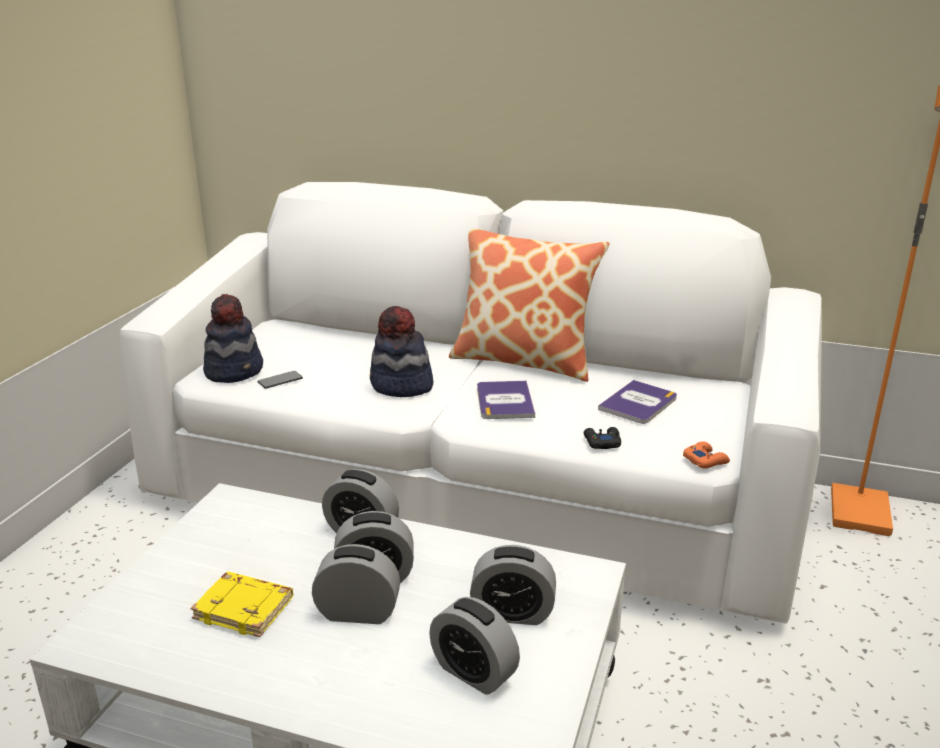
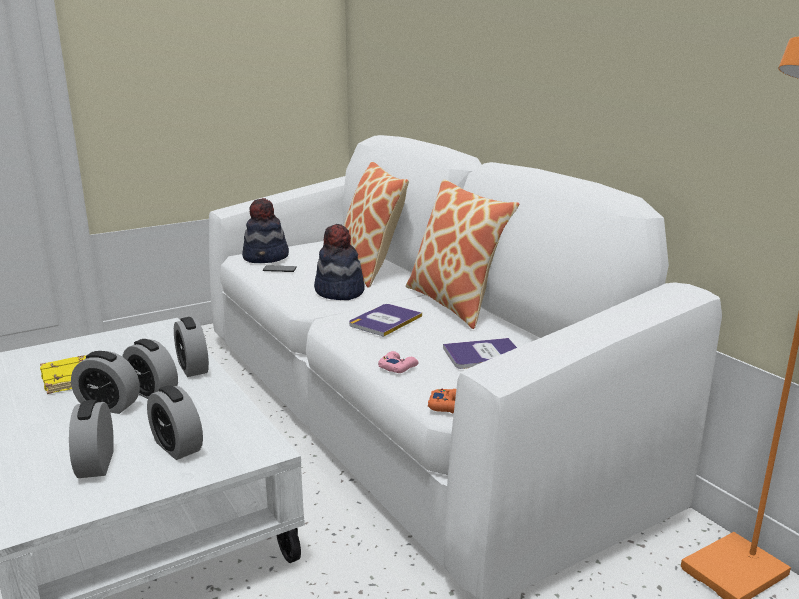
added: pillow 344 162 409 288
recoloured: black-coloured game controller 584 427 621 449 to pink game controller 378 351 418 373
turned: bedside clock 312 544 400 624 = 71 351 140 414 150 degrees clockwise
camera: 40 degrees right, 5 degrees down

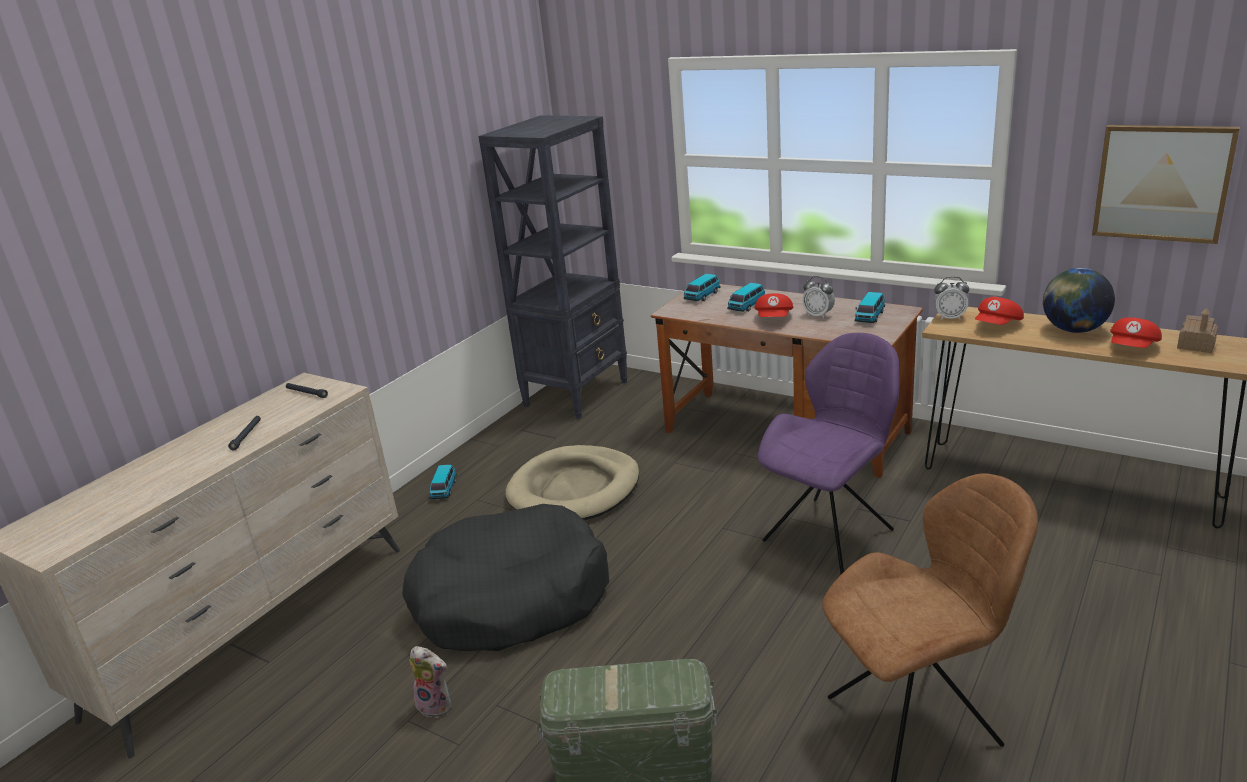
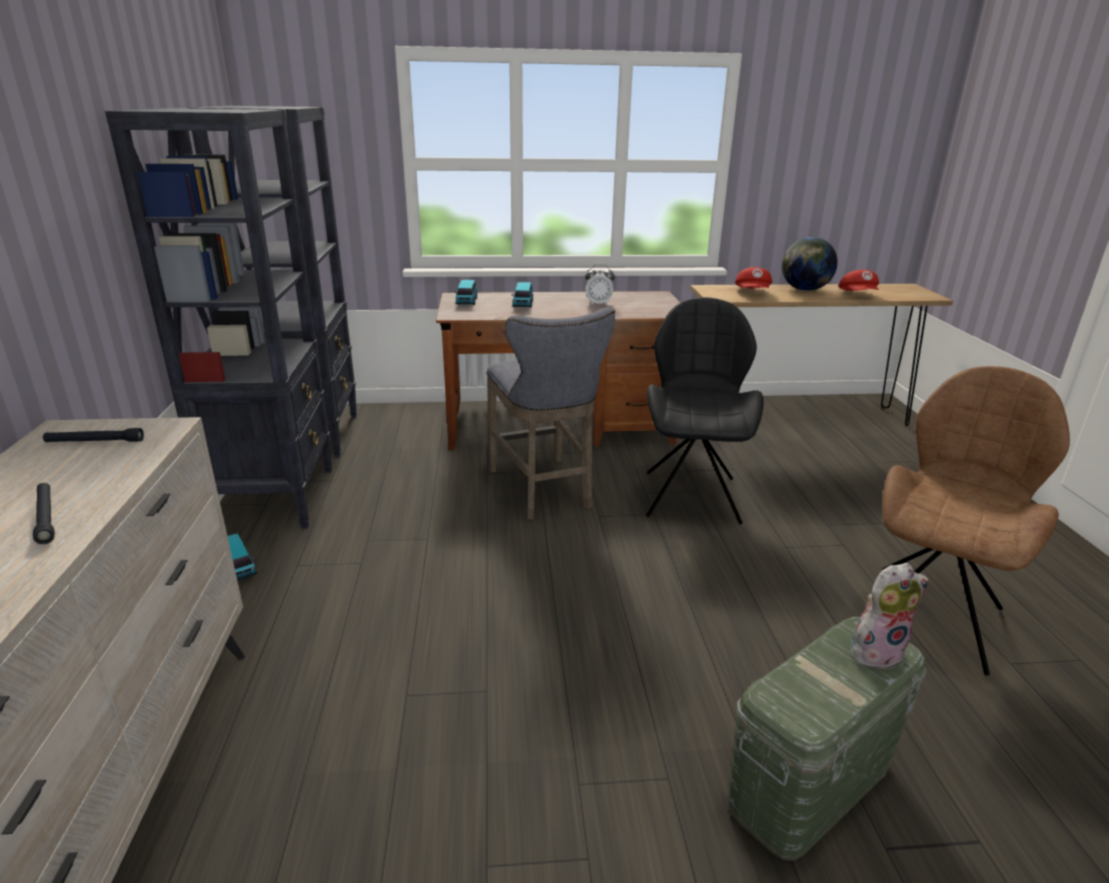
removed: black-coloured pet bed 402 504 609 651; beige-coloured pet bed 505 445 639 520; red cap 755 293 793 317; miniature car 854 292 885 323; bedside clock 934 276 969 320; picture 1092 125 1240 244; miniature house 1177 308 1218 353
added: black-coloured shelving unit 105 108 332 529; grey stool 486 307 615 519
moved: cuddly toy 410 646 451 718 to 851 563 929 670
recoloured: purple upright chair 757 333 899 574 to black-coloured upright chair 646 297 764 524
camera: 40 degrees left, 0 degrees up

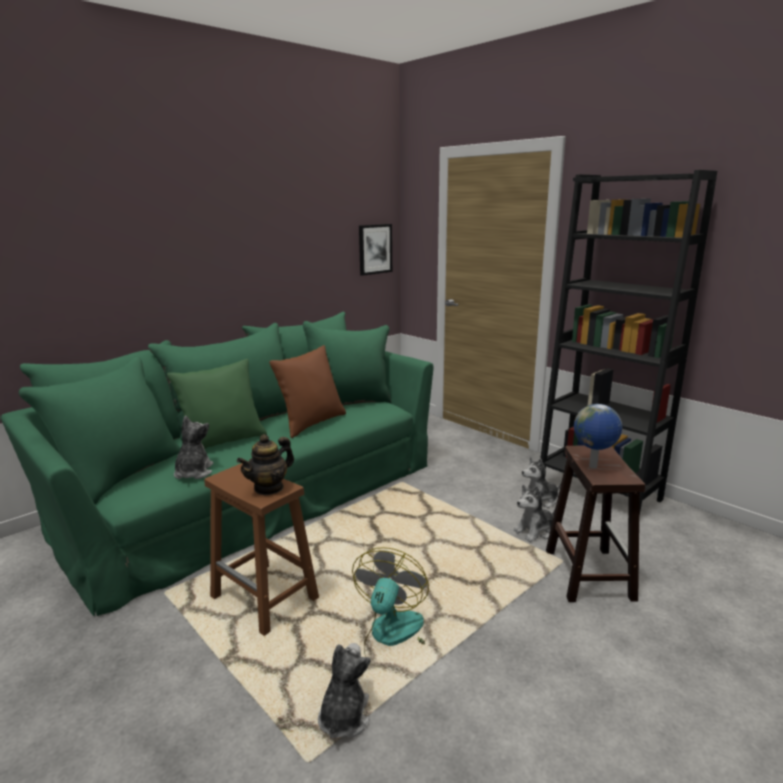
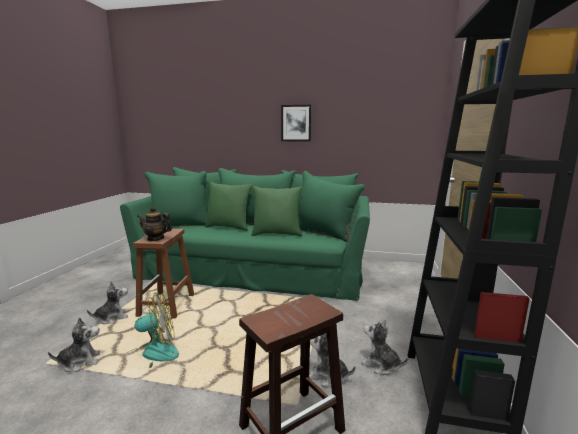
removed: world globe 574 404 622 468
moved: cuddly toy 174 416 213 479 to 87 281 128 324; picture 359 224 392 276 to 281 105 312 142
recoloured: brownish pillow 269 345 346 438 to green pillow 251 186 302 236
camera: 55 degrees right, 5 degrees down

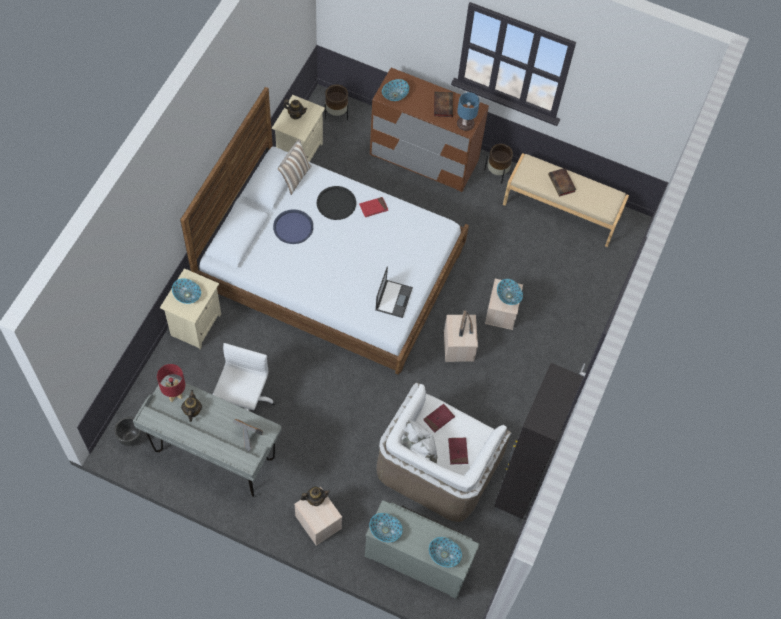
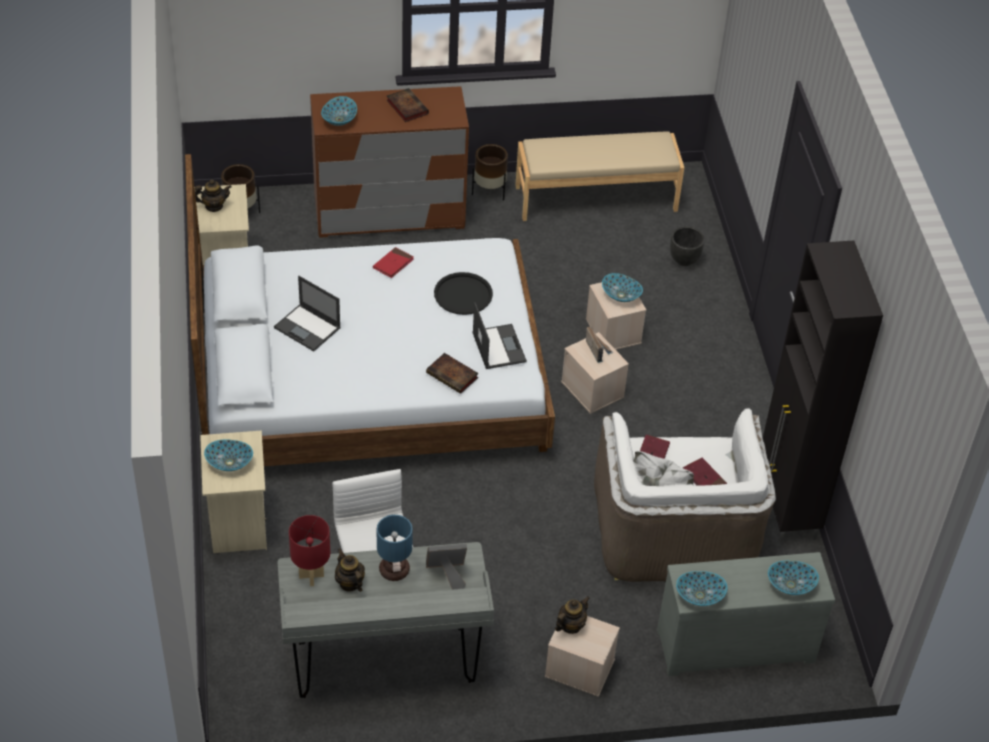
removed: pillow 277 140 311 195
moved: lamp for a table 457 92 480 131 to 377 515 413 581; bound book 548 168 576 197 to 426 353 479 394; black-coloured serving tray 317 186 356 220 to 434 272 493 315; black-coloured flower pot 114 417 142 446 to 670 226 705 266
replaced: blue serving tray 273 209 313 244 to portable computer 274 276 341 351
camera: 30 degrees left, 15 degrees down

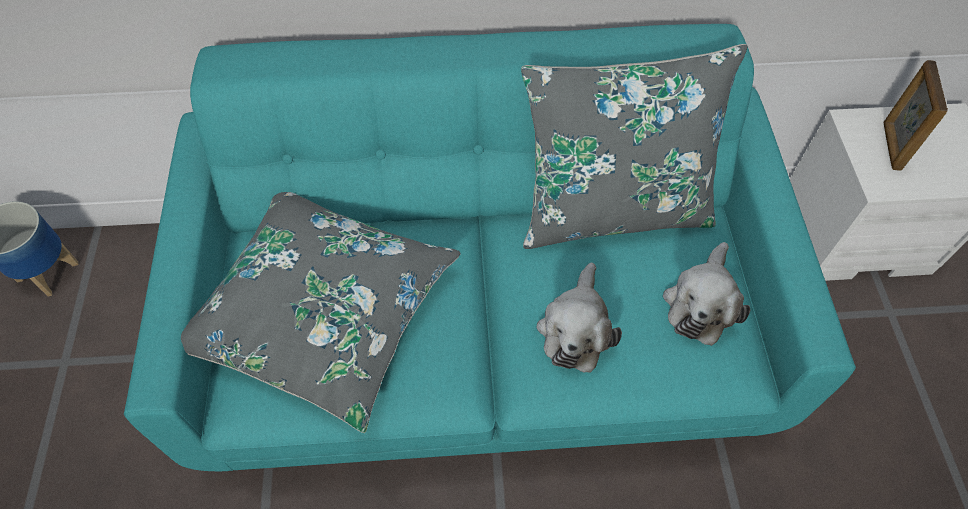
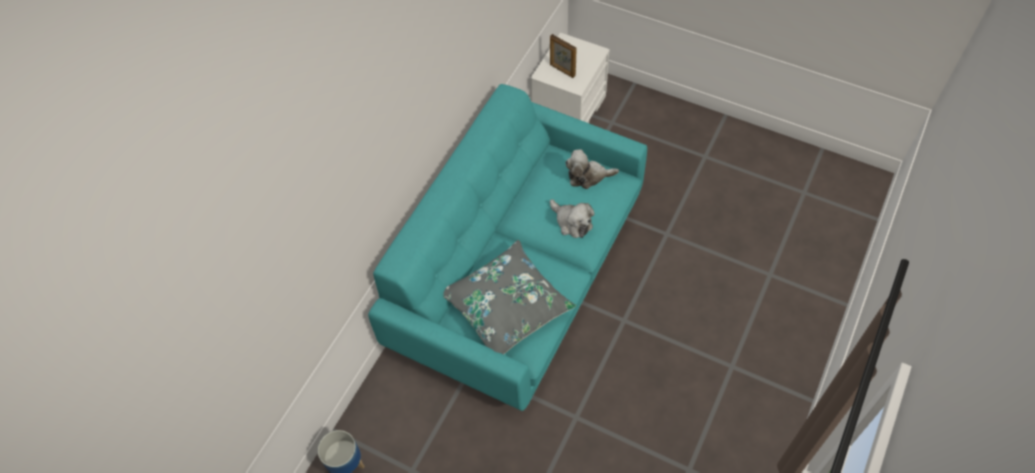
removed: grey pillow 521 44 748 249
turned: cuddly toy 663 242 750 346 = 565 149 619 189 120 degrees clockwise
camera: 55 degrees left, 0 degrees up

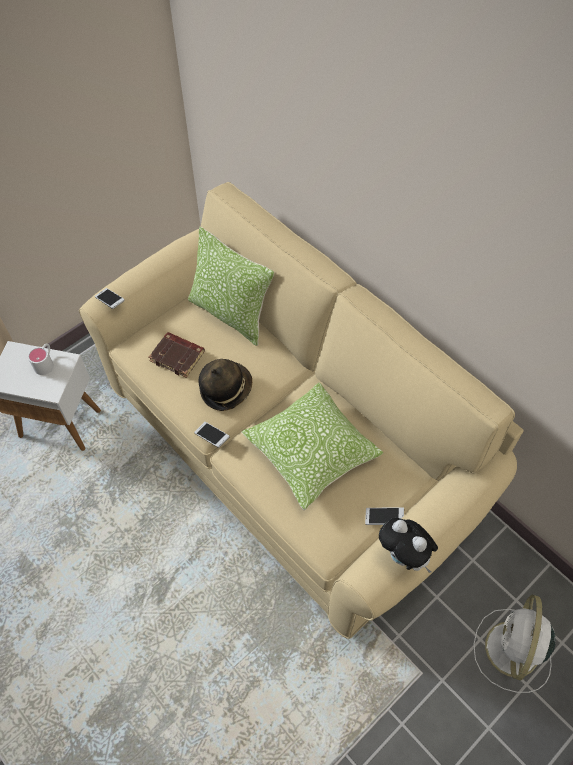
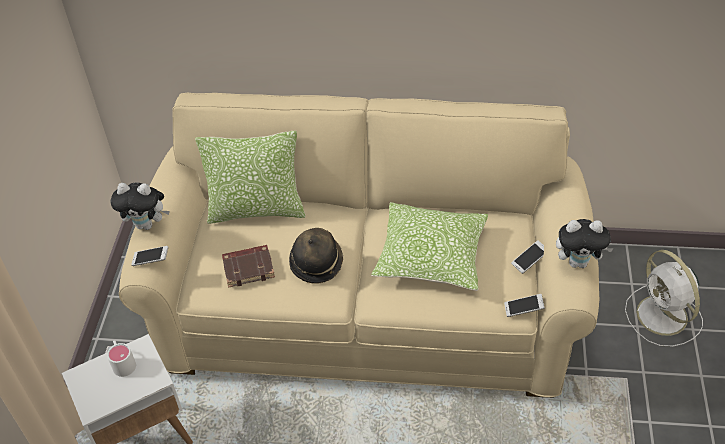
added: cuddly toy 111 183 170 230
moved: handset 194 422 230 448 to 504 294 545 317
camera: 40 degrees left, 10 degrees down

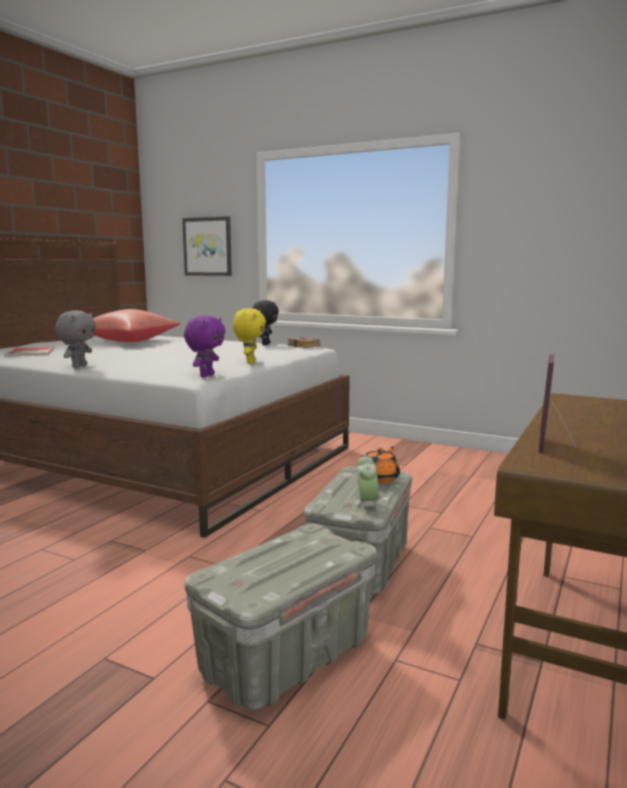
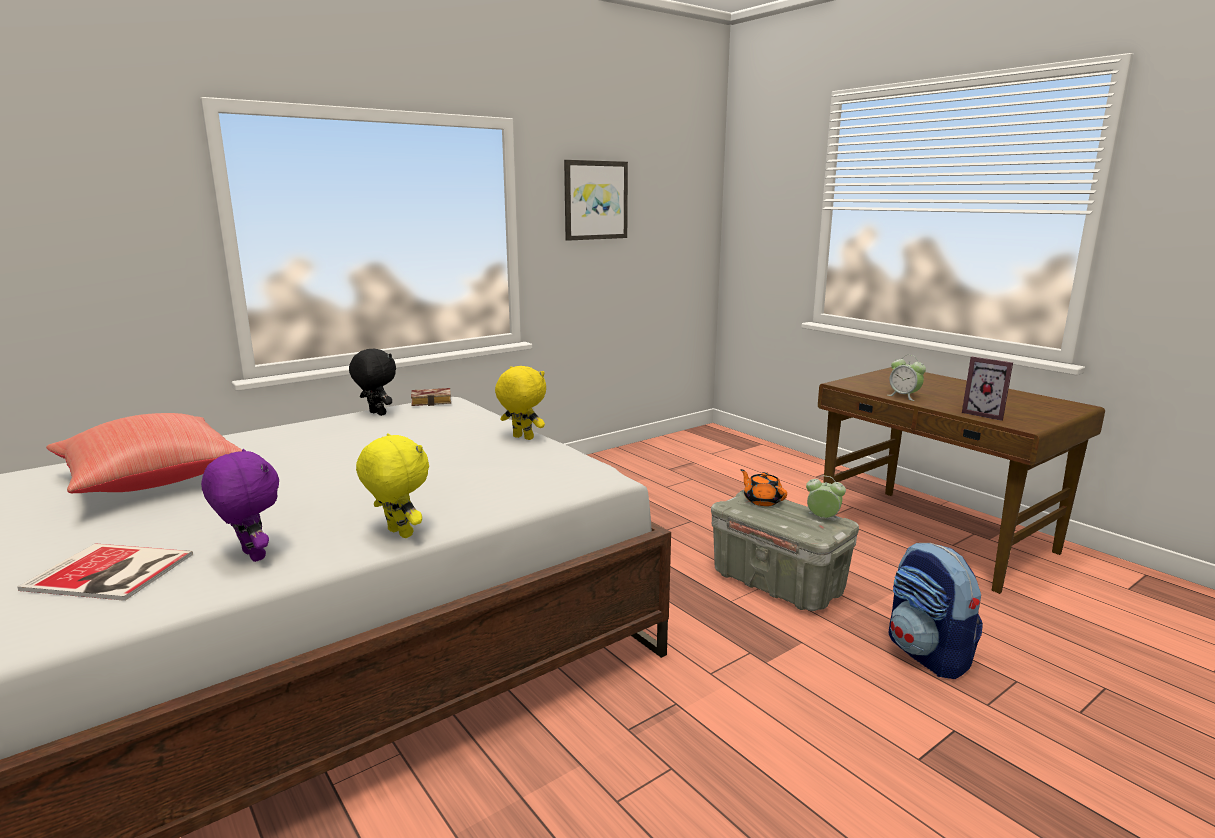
added: bedside clock 888 355 926 401
moved: purple cuddly toy 184 315 225 377 to 201 449 279 562; picture 182 216 232 276 to 564 160 628 241
replaced: grey storage box 184 524 377 710 to rucksack 888 543 983 679
recoloured: grey cuddly toy 55 311 96 368 to yellow-coloured cuddly toy 356 433 429 538
camera: 65 degrees left, 5 degrees up

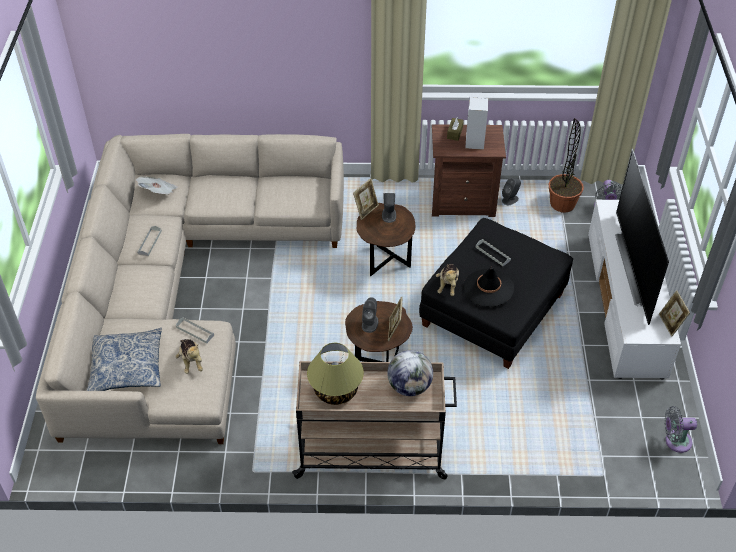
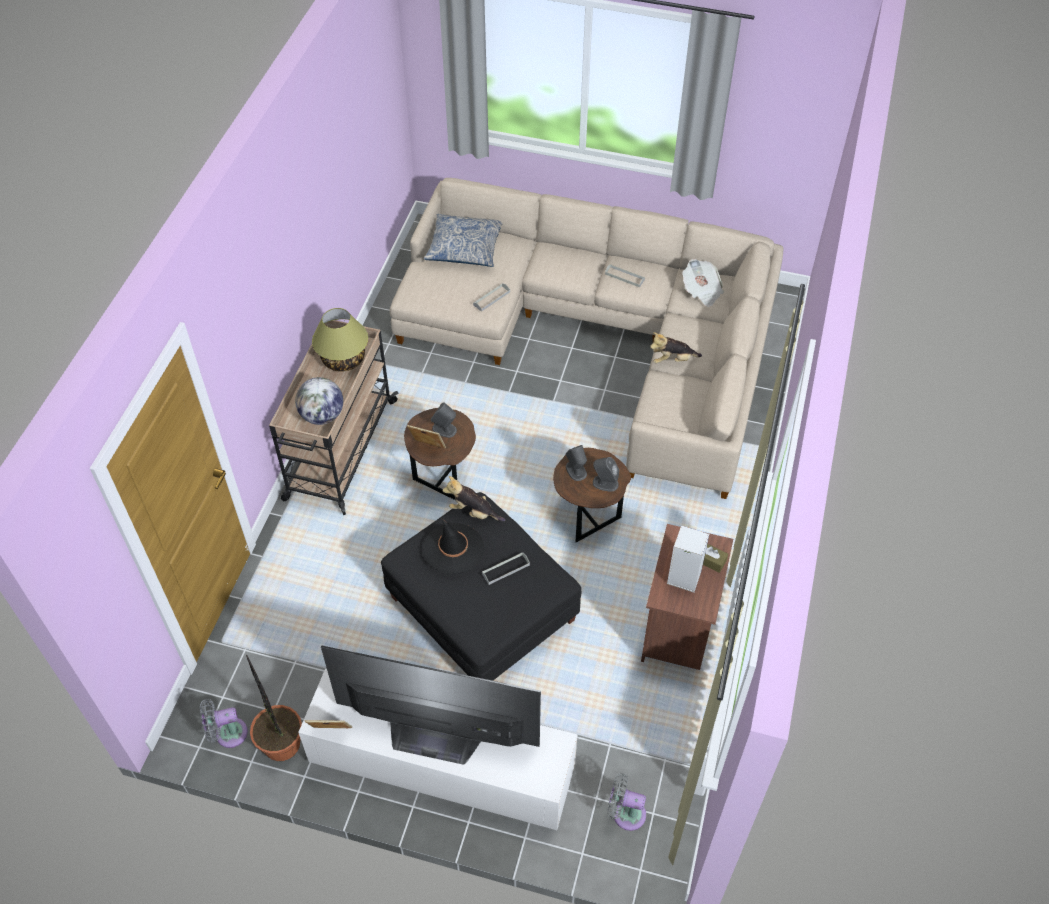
removed: standing frame 353 178 379 220
moved: plant in a pot 549 118 584 213 to 246 655 302 761; grey audio speaker 502 178 521 206 to 566 445 587 481; cuddly toy 175 339 203 374 to 650 332 702 363
turned: grey electric fan 665 406 697 453 = 200 699 248 748 120 degrees counterclockwise
camera: 105 degrees right, 5 degrees up

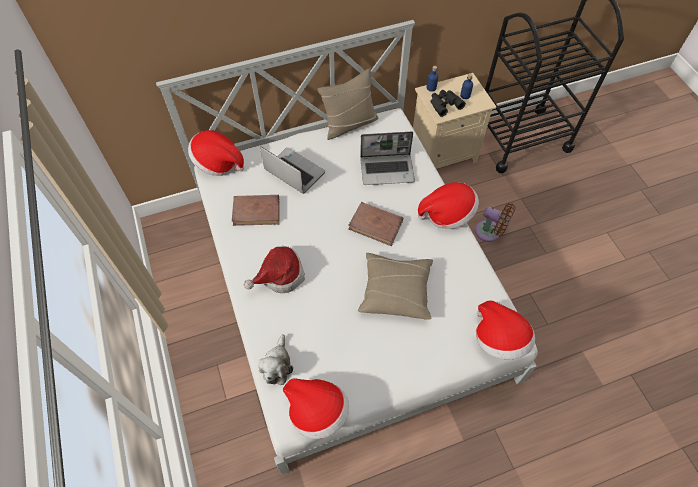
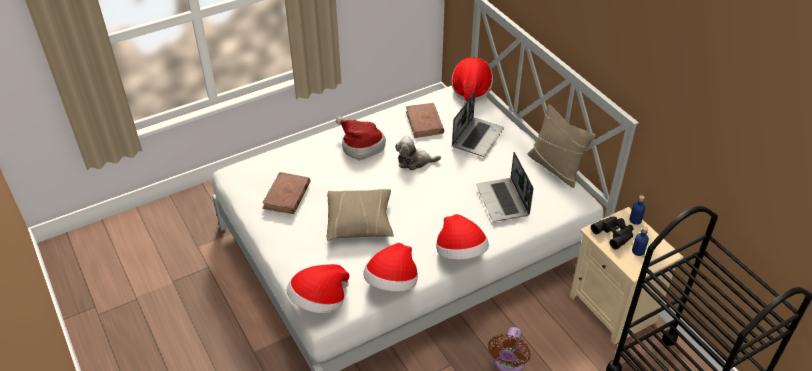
moved: brownish bound book 348 202 403 246 to 262 172 310 214; clothing hat 283 378 349 439 to 363 243 418 292; cuddly toy 259 334 293 385 to 395 136 441 170
camera: 80 degrees right, 15 degrees down

